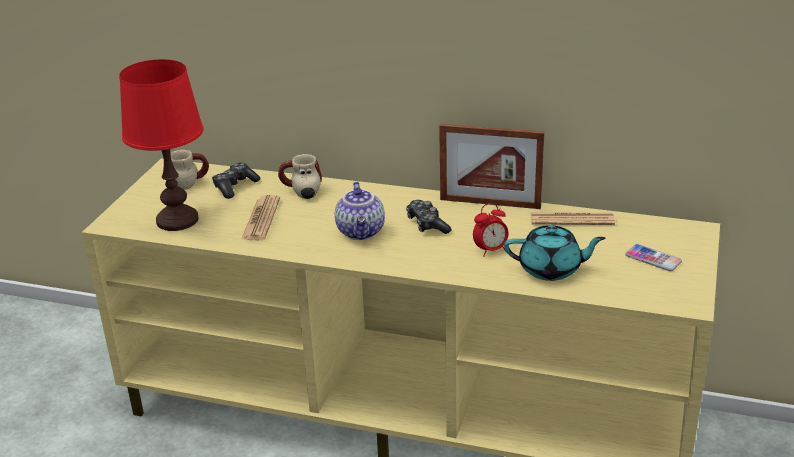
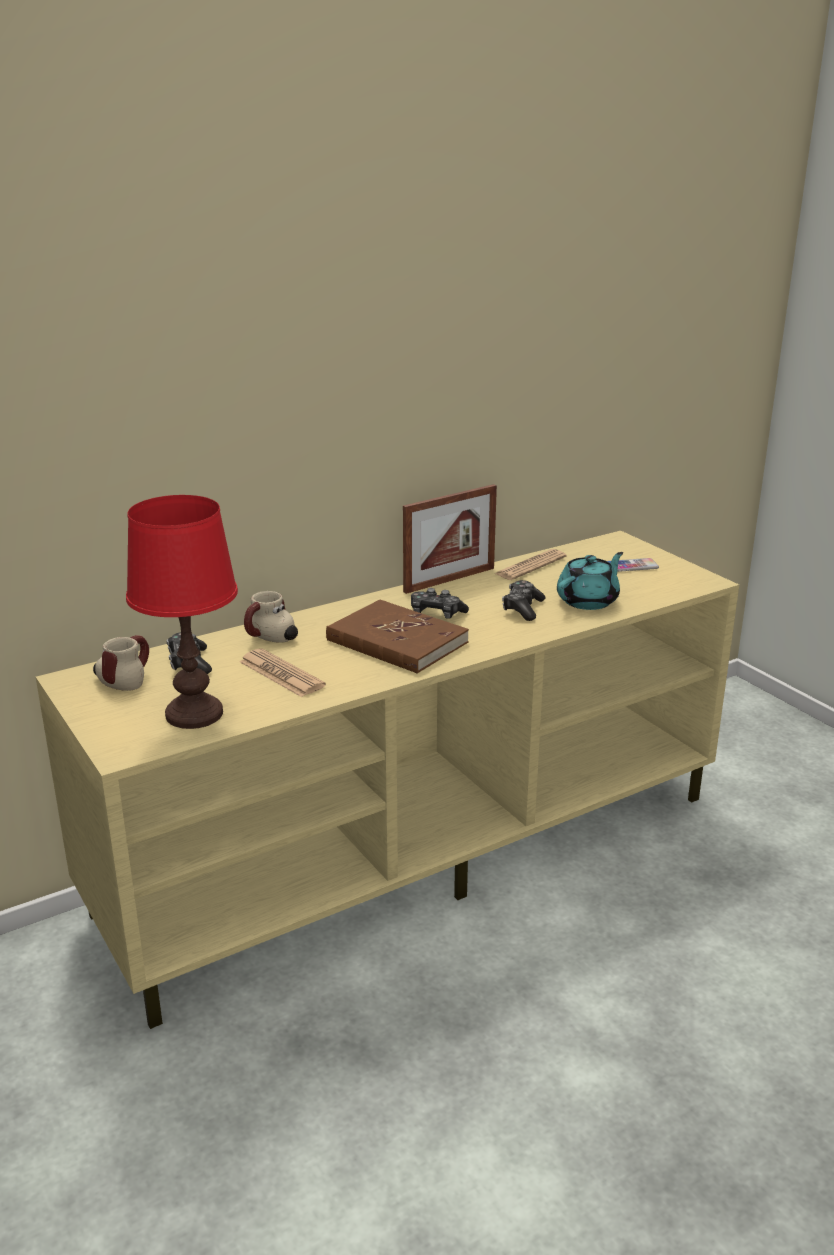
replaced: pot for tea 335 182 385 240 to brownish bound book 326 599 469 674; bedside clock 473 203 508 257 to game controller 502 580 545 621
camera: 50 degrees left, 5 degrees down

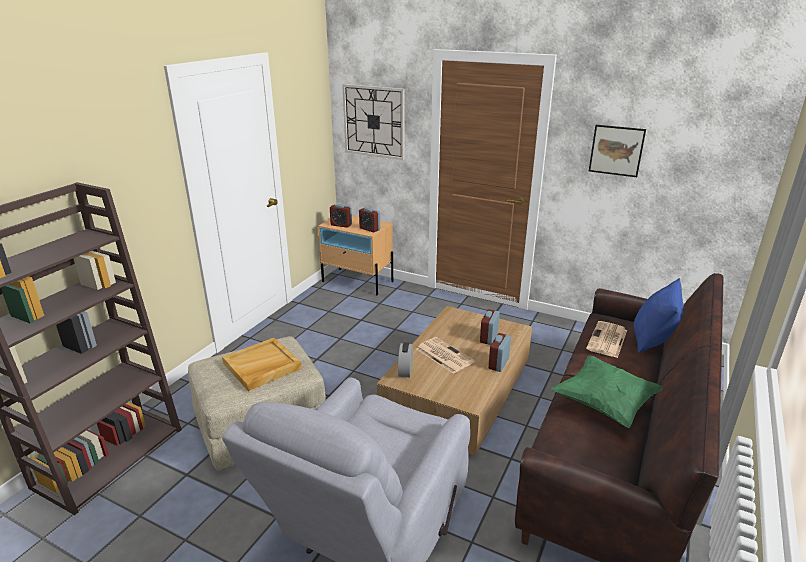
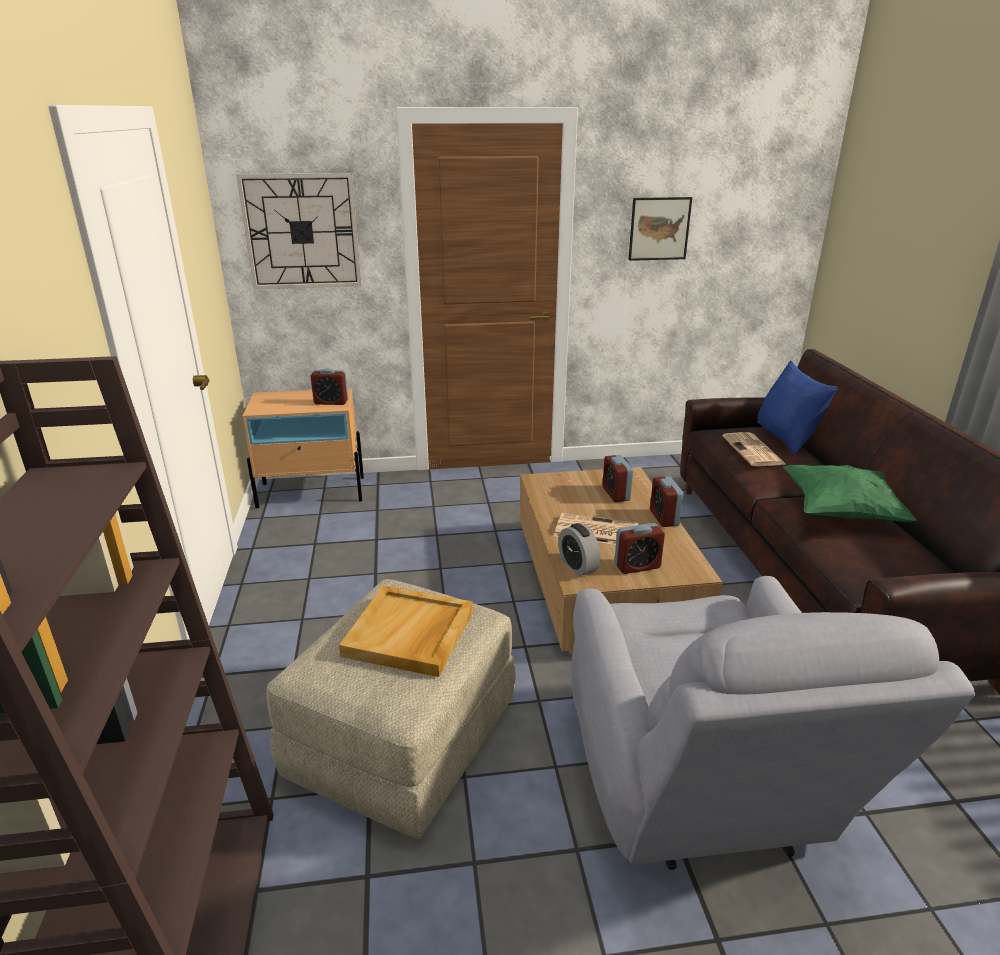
moved: bedside clock 330 204 352 228 to 614 523 665 574
camera: 35 degrees left, 0 degrees up

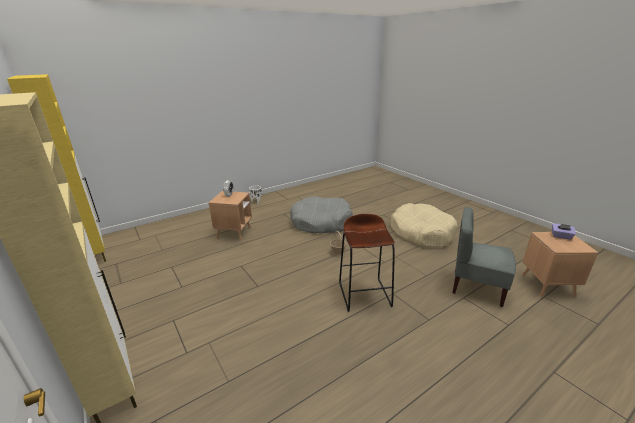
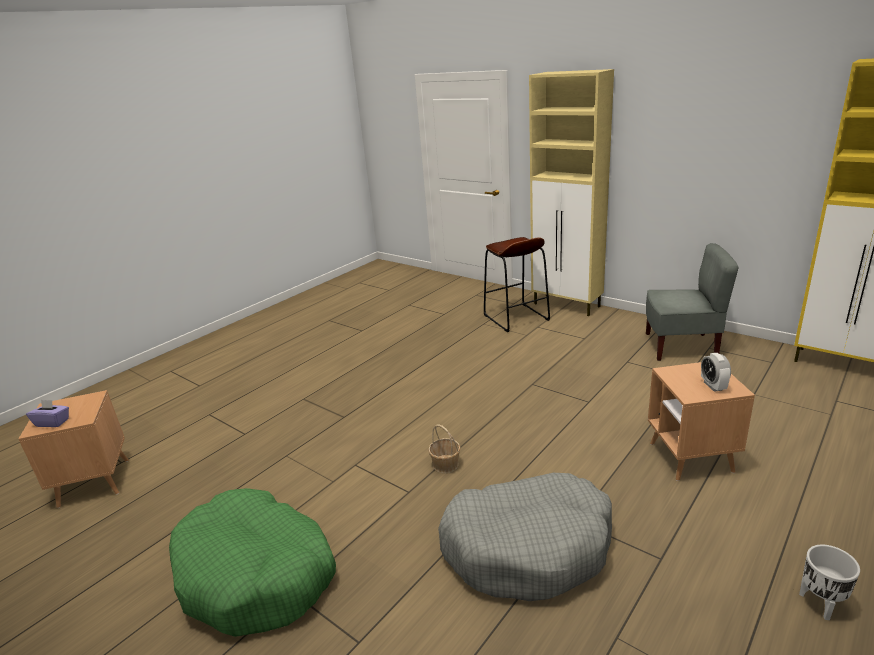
moved: brownish stool 339 213 395 312 to 484 237 550 332; grey upright chair 452 207 516 307 to 646 243 739 361
recoloured: beige-coloured pet bed 391 203 458 248 to green pet bed 169 488 336 637
camera: 165 degrees right, 0 degrees up

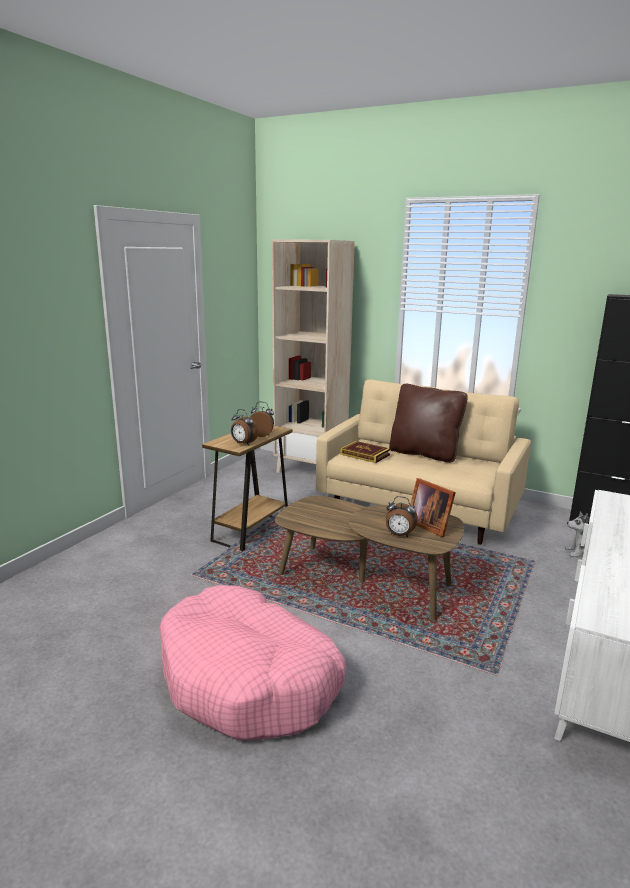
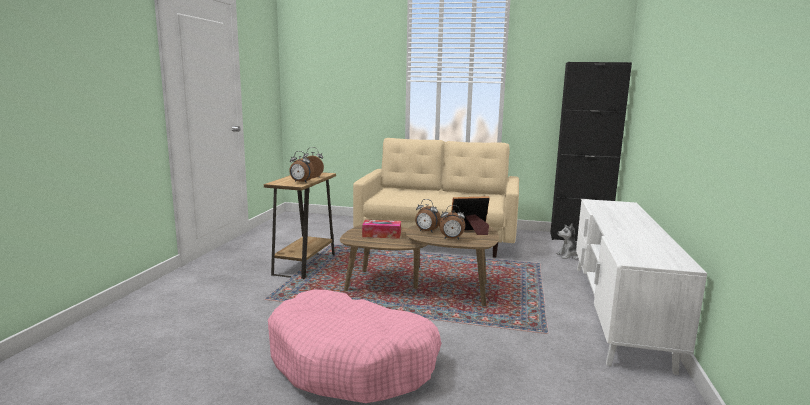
removed: beige-coloured shelving unit 272 239 355 473; bound book 340 441 390 463; brownish pillow 389 384 468 463
added: box of tissues 362 220 401 239; bedside clock 415 199 441 233
turned: standing frame 410 478 456 537 = 451 196 490 235 135 degrees clockwise
camera: 15 degrees left, 5 degrees down

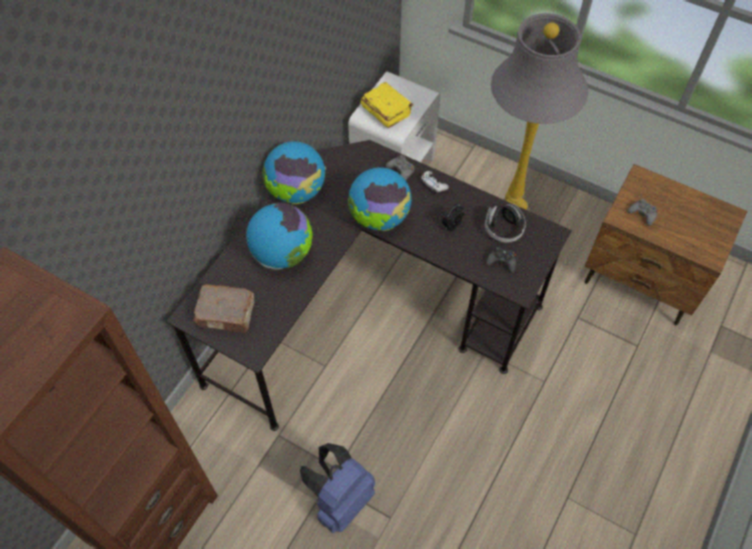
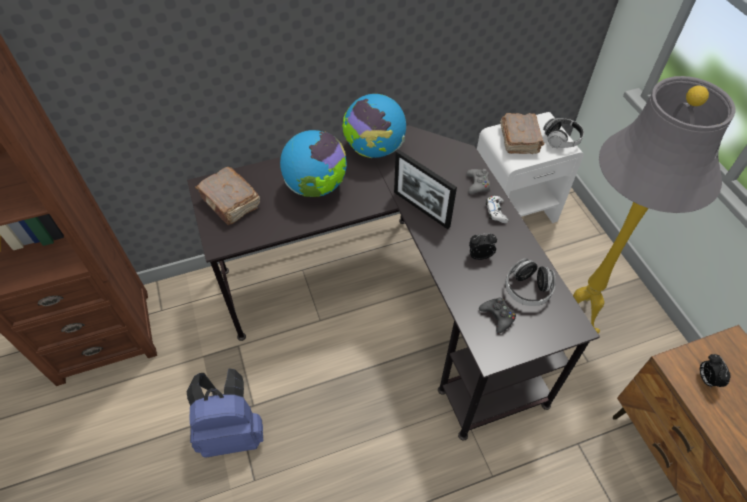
added: headset 543 118 584 148
replaced: world globe 348 167 411 231 to standing frame 394 150 457 229; grey game controller 627 199 658 226 to bedside clock 700 354 731 389
recoloured: yellow-coloured bound book 361 82 413 128 to brownish bound book 500 113 544 154
camera: 40 degrees right, 5 degrees down

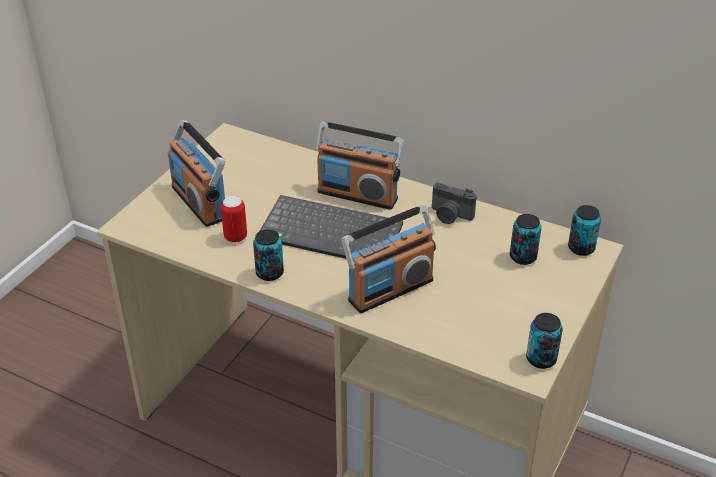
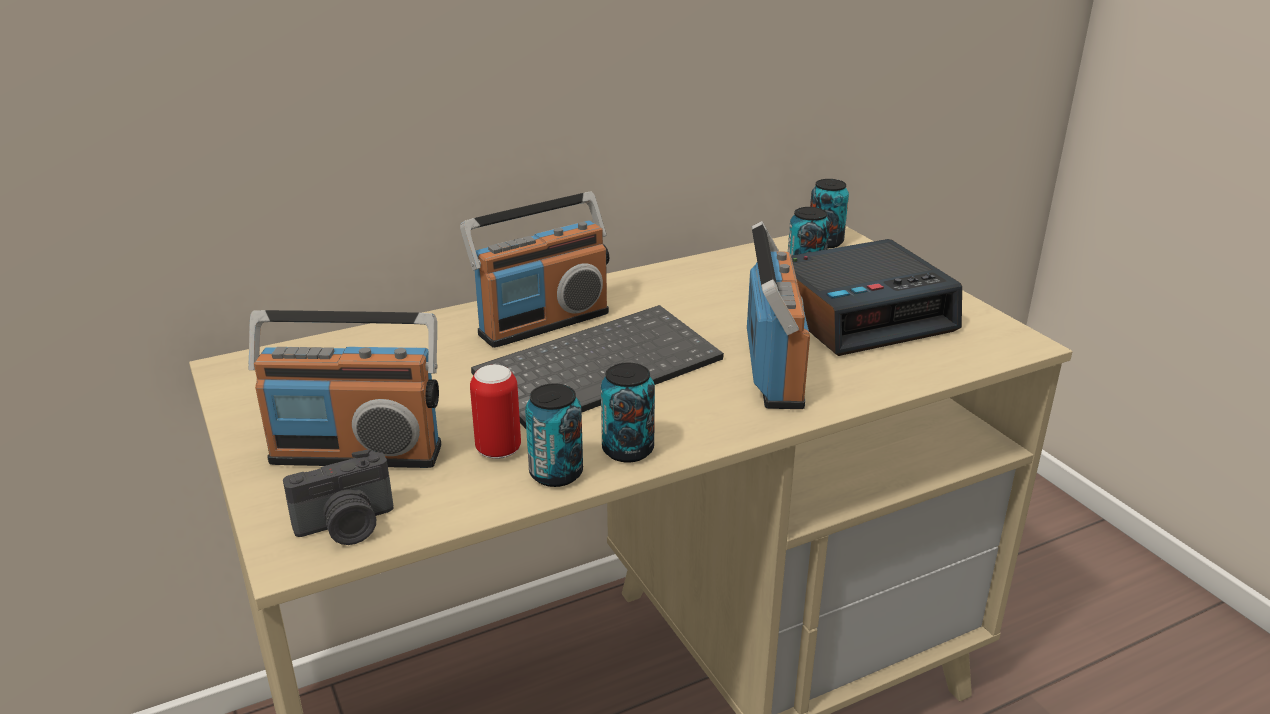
added: bedside clock 791 239 962 356
moved: still camera 432 183 477 224 to 283 449 394 545; sealed can 526 313 563 369 to 525 383 583 487
camera: 55 degrees left, 10 degrees down

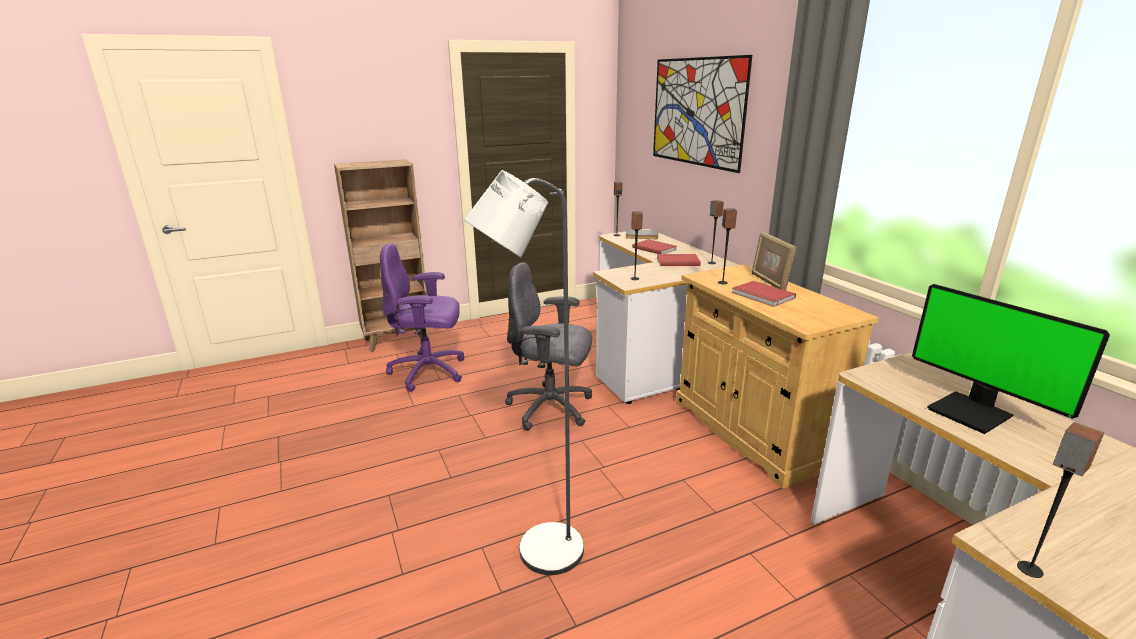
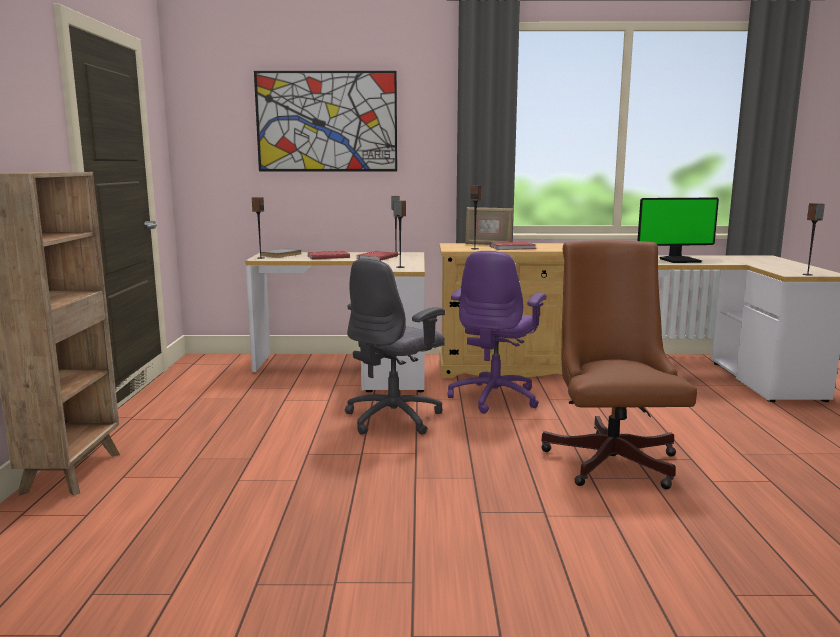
moved: purple office chair 380 243 464 392 to 448 251 546 414
replaced: grey standard lamp 464 170 584 575 to brownish office chair 541 240 697 489
camera: 65 degrees left, 10 degrees down

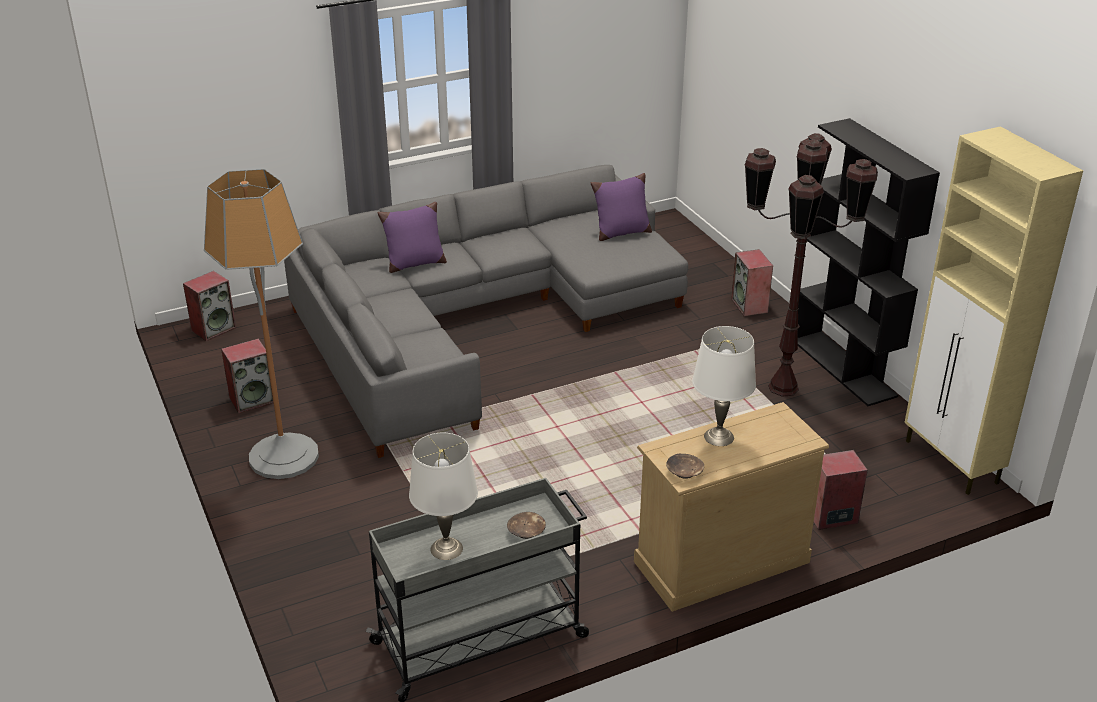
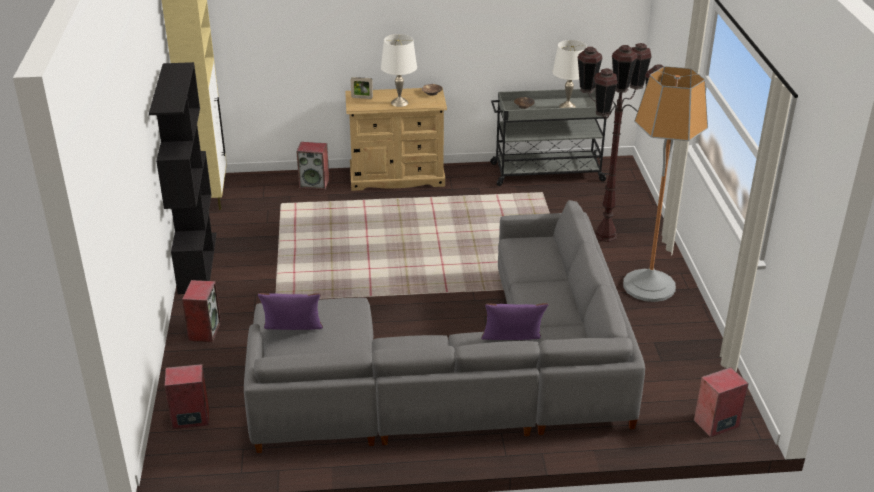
added: standing frame 351 77 373 99
moved: audio speaker 221 339 274 413 to 165 364 209 429; brownish standard lamp 744 133 878 397 to 577 43 664 242
camera: 160 degrees left, 0 degrees up

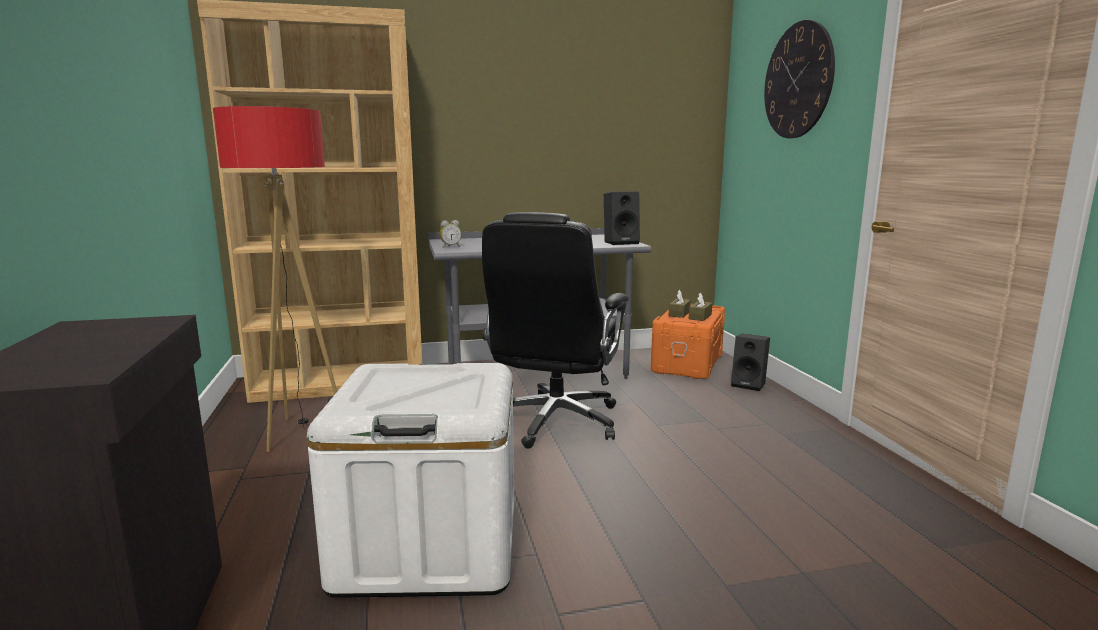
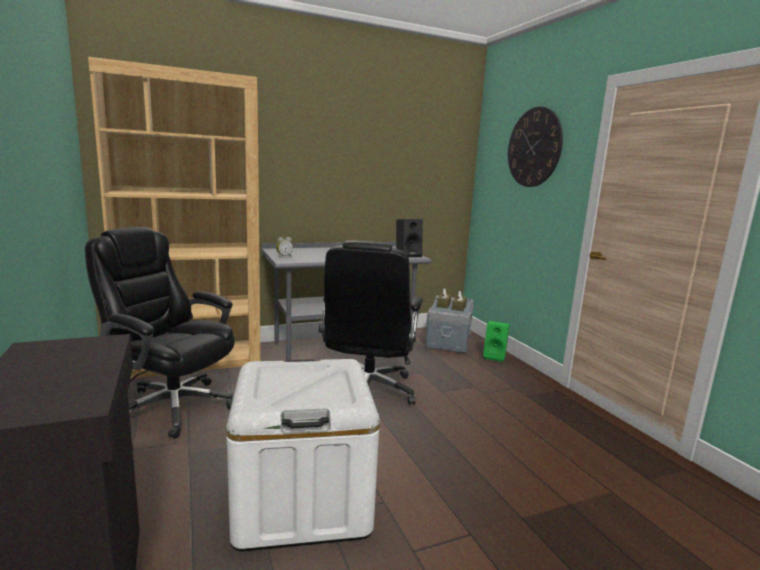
replaced: standard lamp 213 106 337 452 to black-coloured office chair 85 227 235 439
recoloured: orangey storage box 651 304 725 379 to grey storage box 425 295 474 353; black-coloured audio speaker 731 334 770 391 to green audio speaker 483 321 510 362
camera: 10 degrees left, 0 degrees up

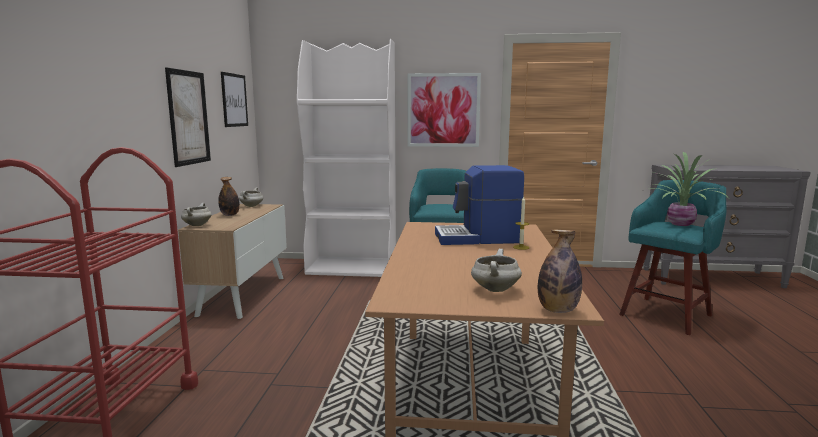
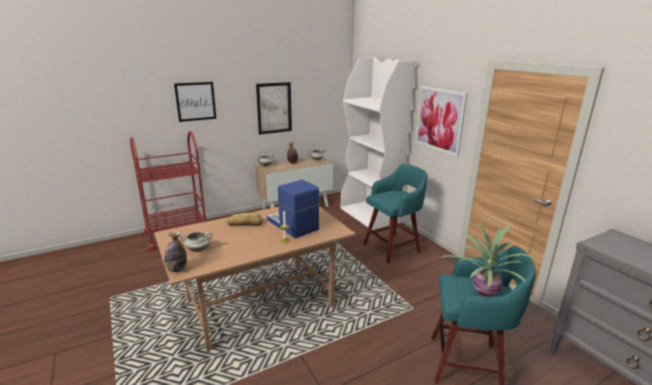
added: bakery bread 227 212 263 226
moved: picture 221 72 248 127 to 174 82 216 122
camera: 55 degrees right, 10 degrees up

